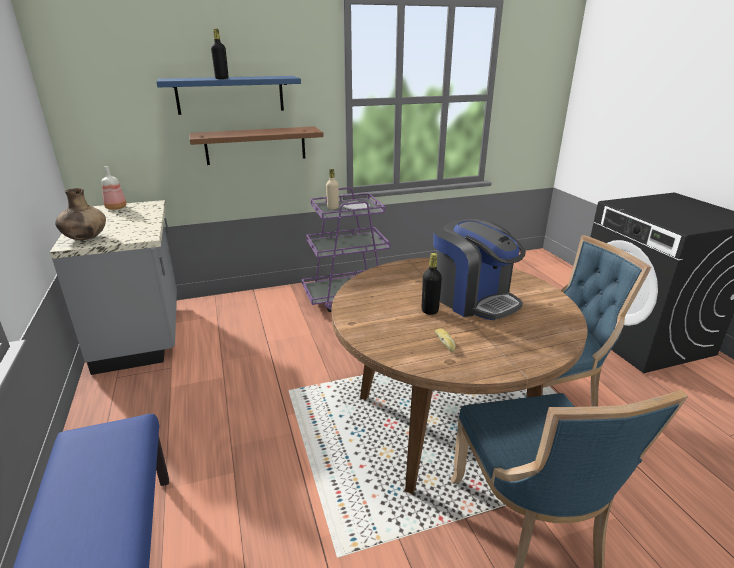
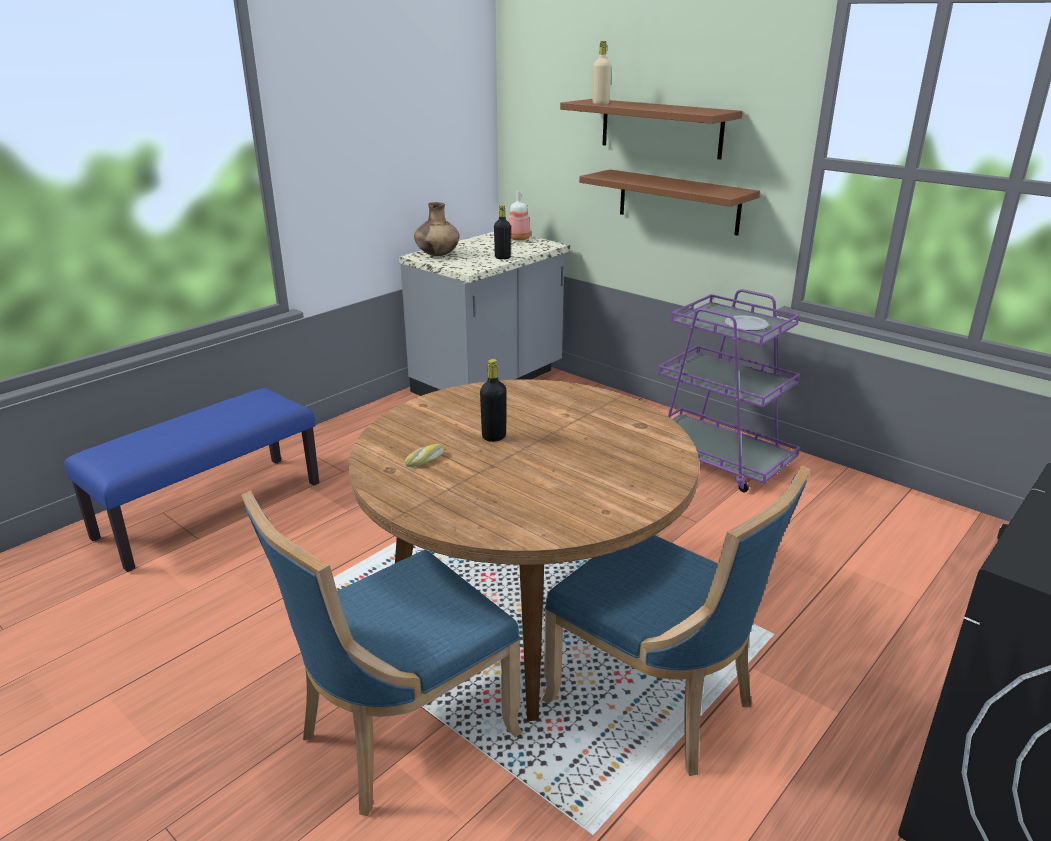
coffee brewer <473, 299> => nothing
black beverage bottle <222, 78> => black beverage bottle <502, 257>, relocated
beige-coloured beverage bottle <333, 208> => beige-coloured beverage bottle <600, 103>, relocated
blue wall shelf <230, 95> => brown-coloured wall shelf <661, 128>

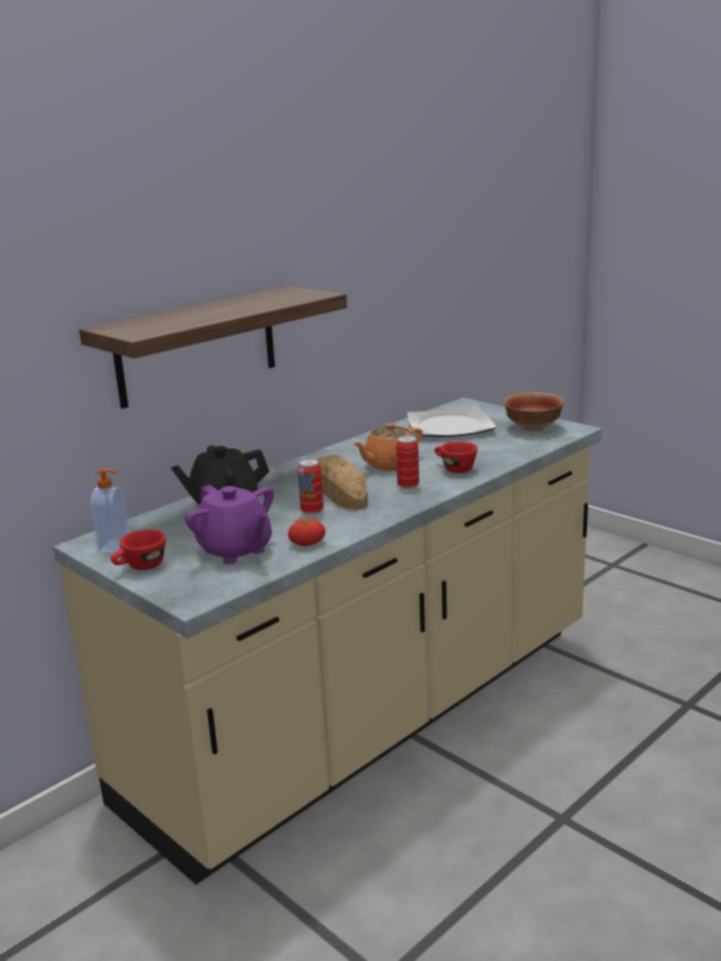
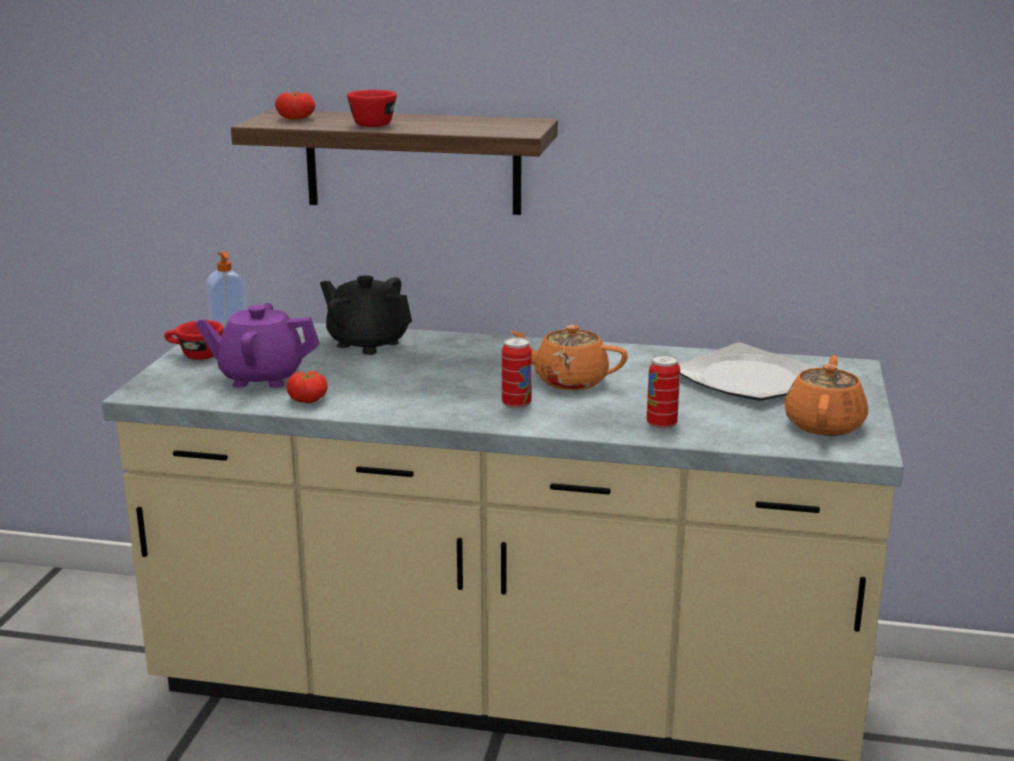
baked bread <339, 490> => nothing
nothing => tomato <297, 118>
metal can <312, 511> => metal can <661, 424>, relocated
red small cup <454, 468> => red small cup <374, 124>, relocated
bowl <534, 428> => orange-coloured teapot <824, 424>
purplish teapot <235, 551> => purplish teapot <261, 378>, 75 degrees clockwise

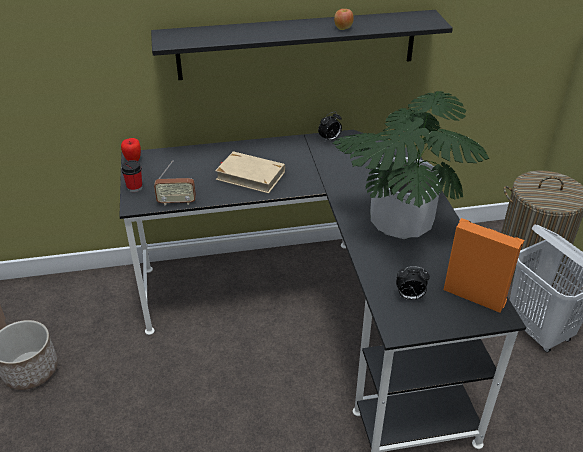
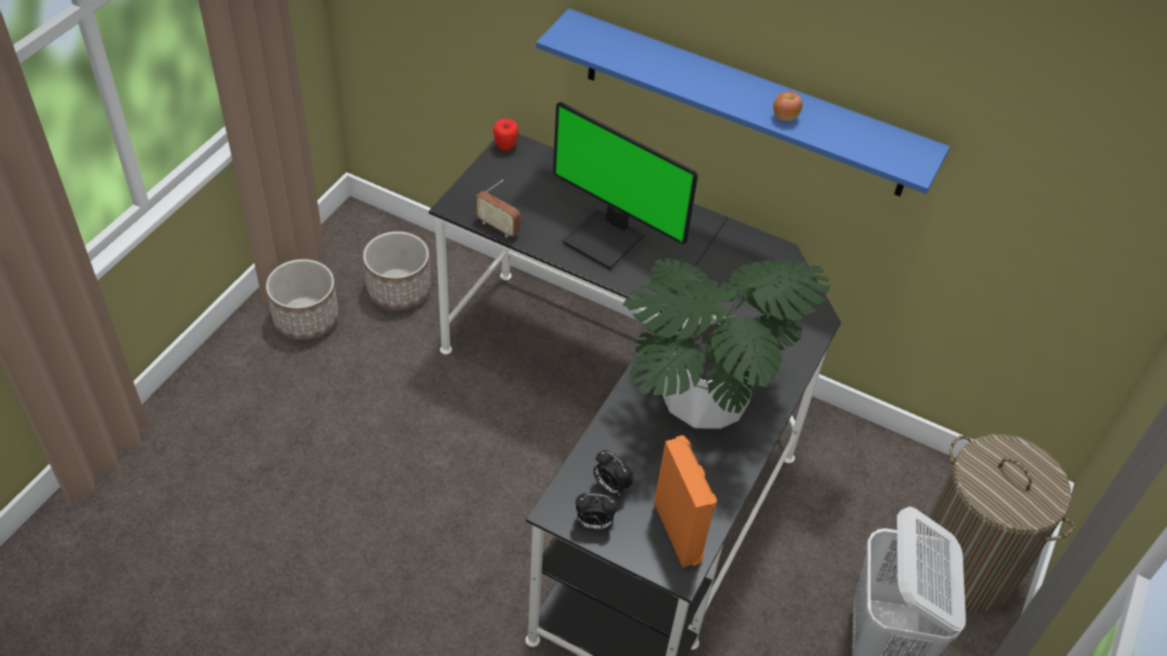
small cup <134, 187> => nothing
nothing => flower pot <398, 290>
bedside clock <330, 139> => bedside clock <594, 524>, relocated
beige-coloured bound book <250, 175> => computer display <606, 238>
black wall shelf <297, 45> => blue wall shelf <744, 104>

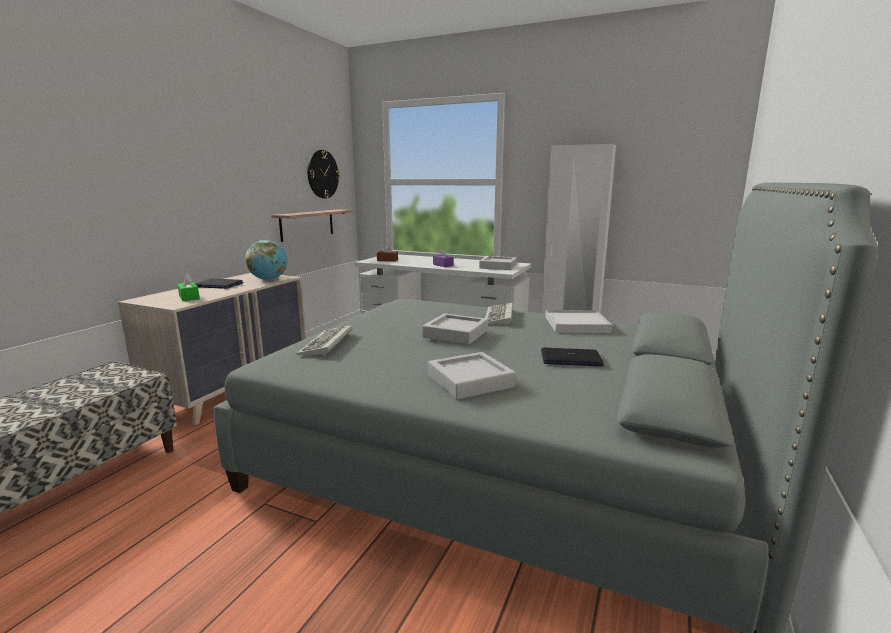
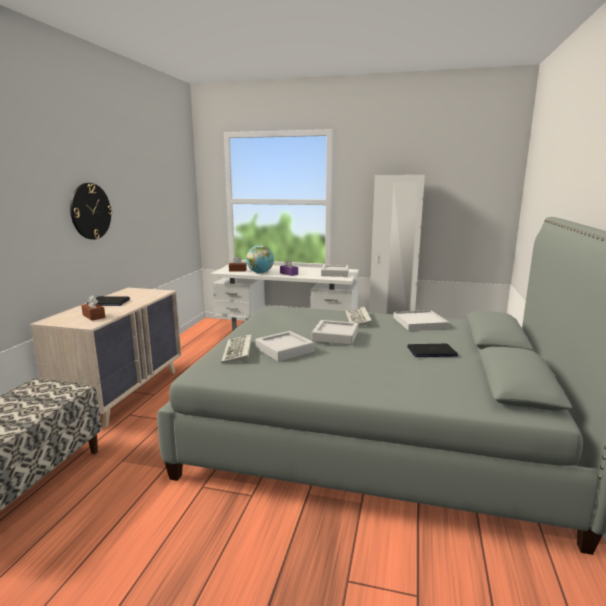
wall shelf <307, 224> => nothing
desk globe <268, 279> => desk globe <260, 273>, relocated
wall clock <322, 174> => wall clock <90, 211>, relocated
grey carrying tray <470, 381> => grey carrying tray <284, 350>, relocated
greenish tissue holder <189, 297> => brown-coloured tissue holder <94, 316>

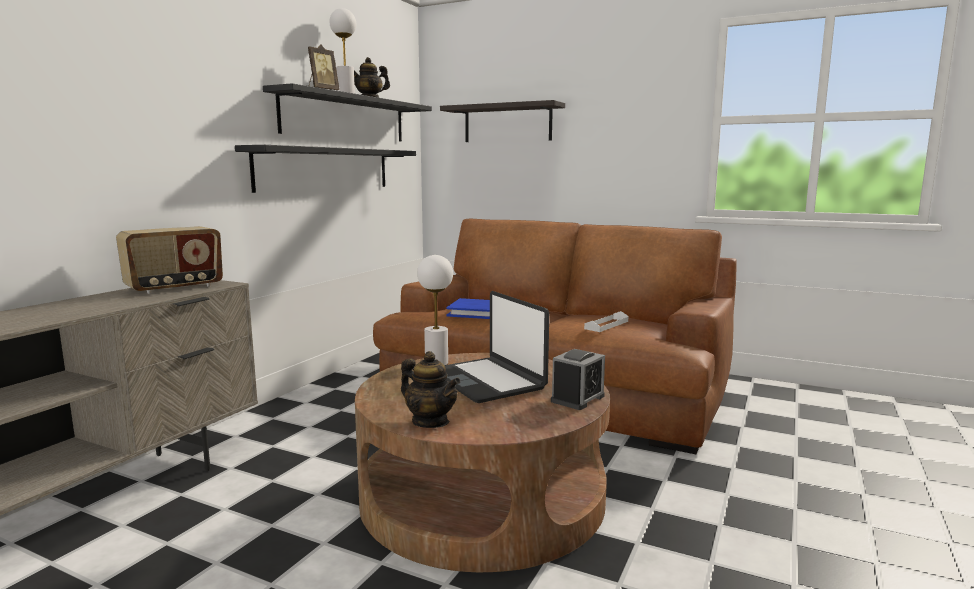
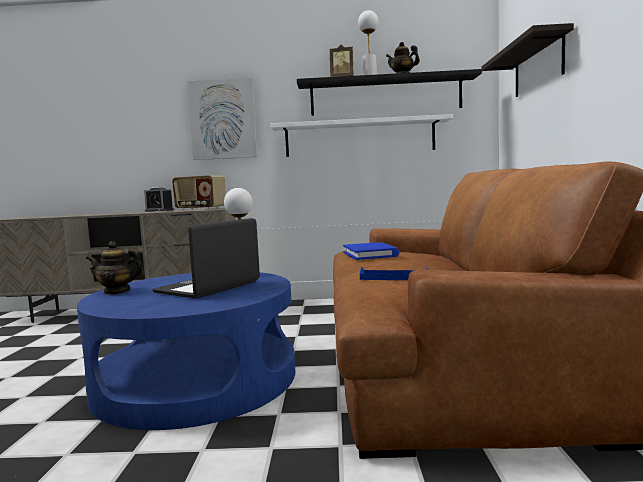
nothing => wall picture <223, 119>
bedside clock <577, 398> => bedside clock <159, 210>, relocated
black wall shelf <326, 169> => whitish wall shelf <359, 138>
brown-coloured coffee table <483, 495> => blue coffee table <197, 378>
whitish carrying tray <606, 325> => blue carrying tray <394, 278>
teapot <430, 422> => teapot <117, 291>, 75 degrees clockwise

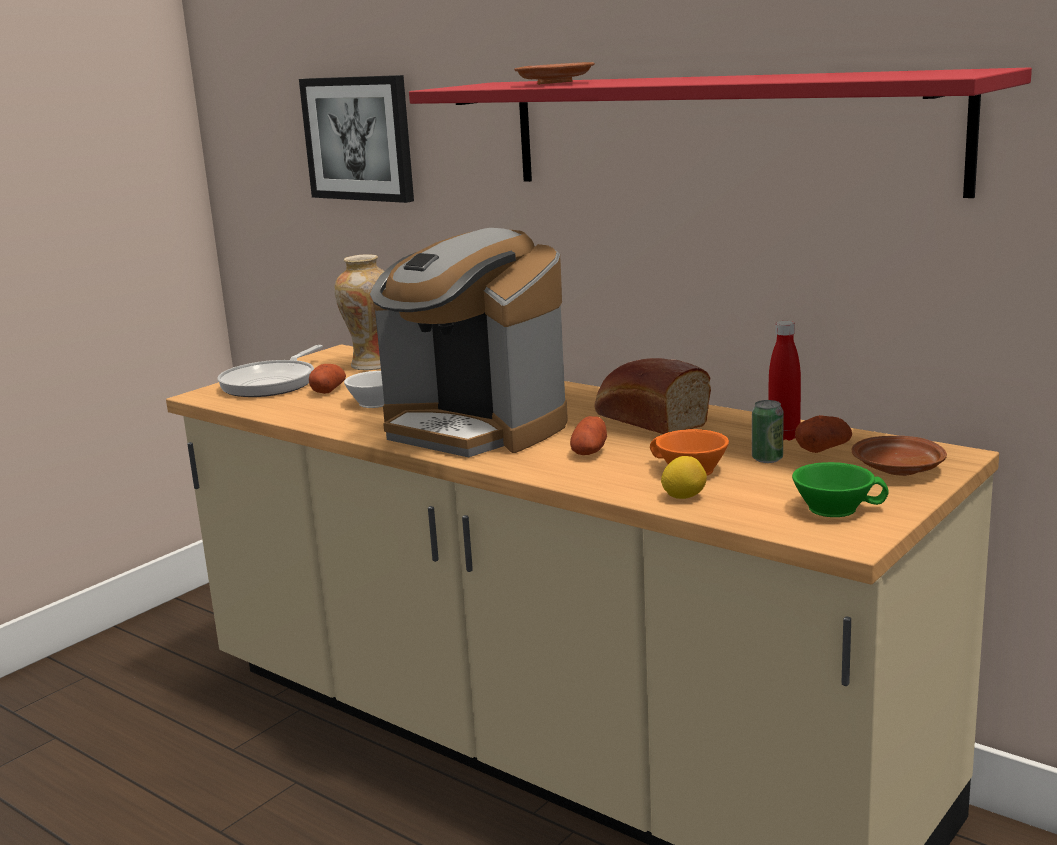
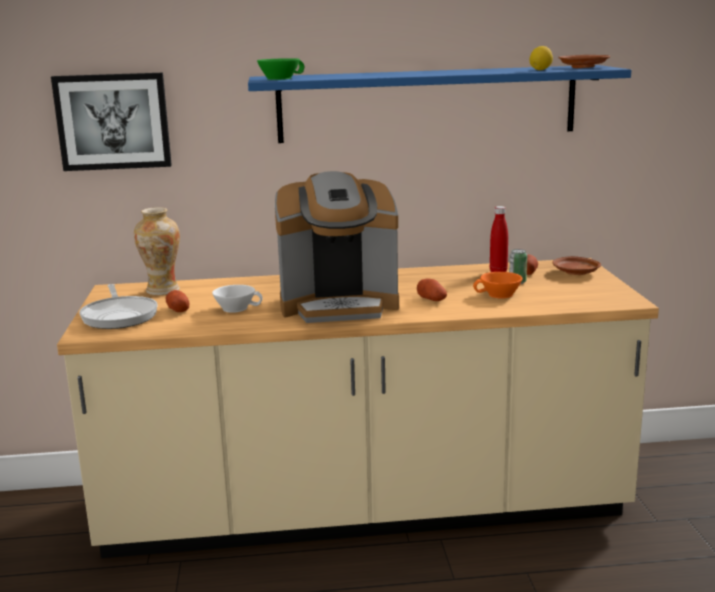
baked bread <647, 419> => nothing
brown-coloured dinner plate <555, 83> => brown-coloured dinner plate <583, 67>, relocated
lemon <684, 497> => lemon <540, 70>, relocated
greenish small cup <835, 507> => greenish small cup <279, 78>, relocated
red wall shelf <721, 132> => blue wall shelf <427, 104>

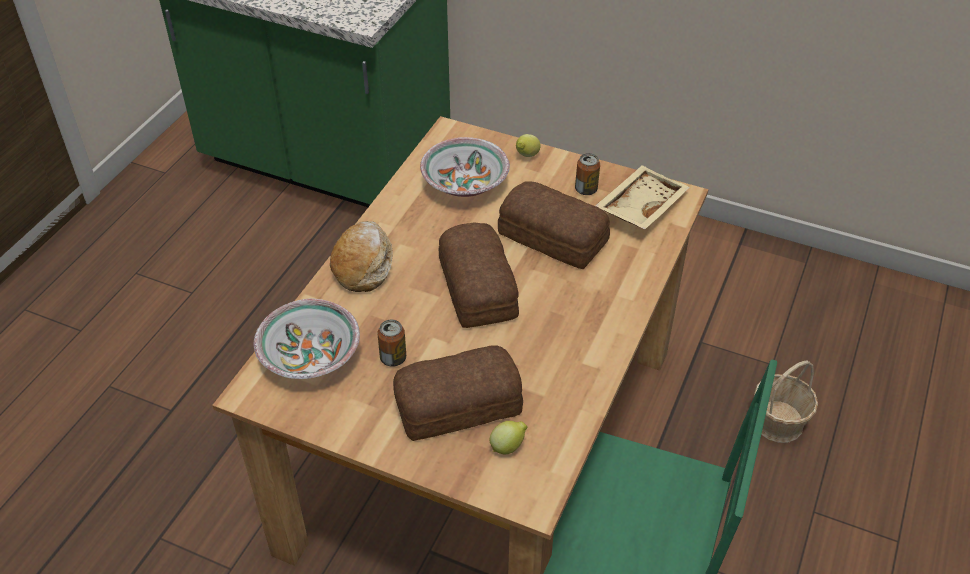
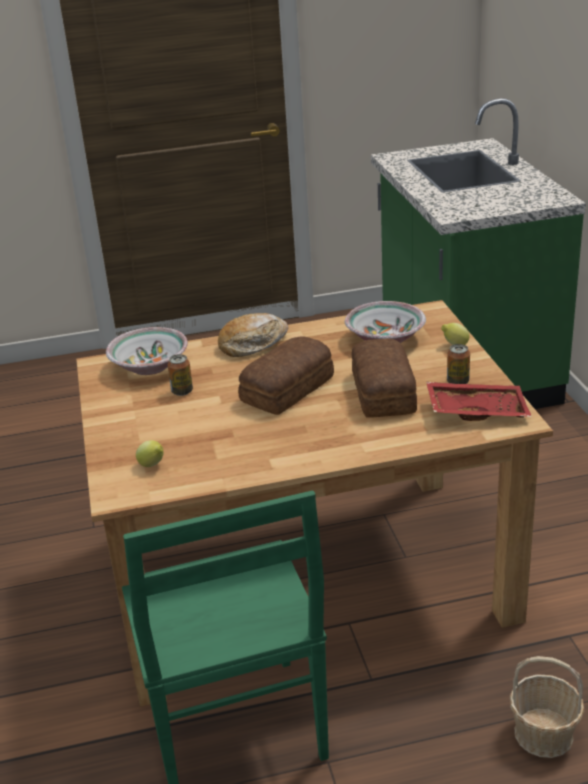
baked bread <455, 404> => nothing
beige-coloured carrying tray <639, 206> => red carrying tray <477, 410>

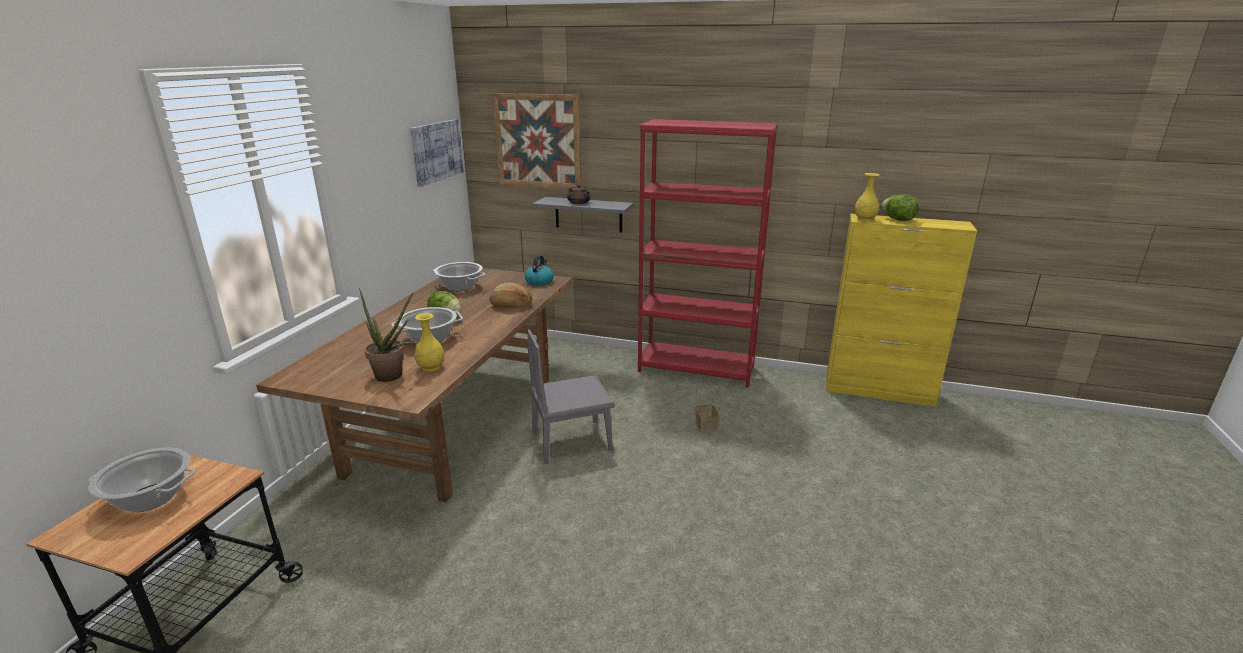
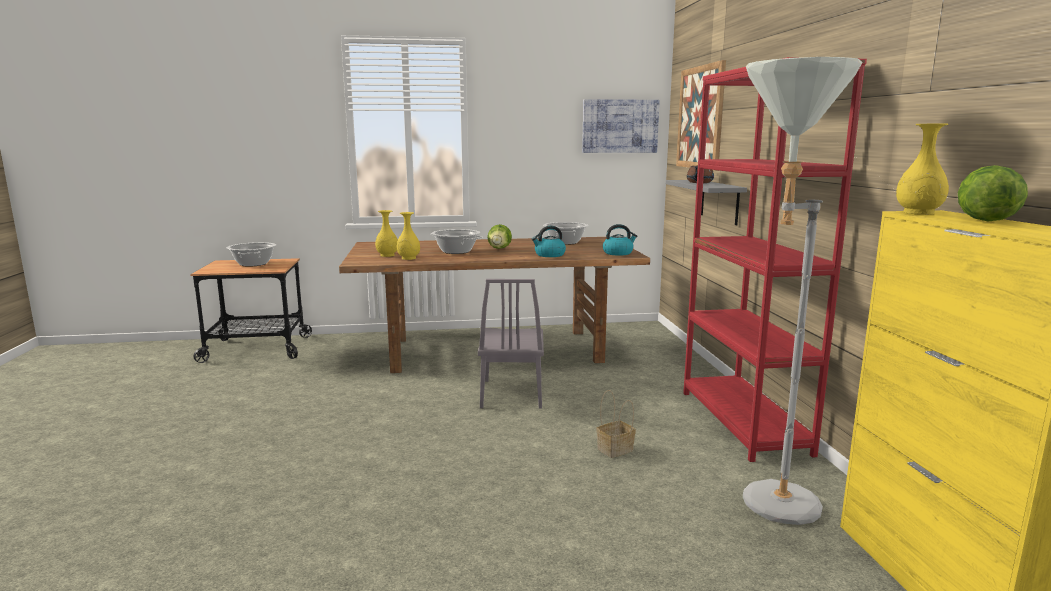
nothing => grey standing lamp <765, 504>
plant in a pot <393, 377> => yellow-coloured flower vase <387, 255>
baked bread <511, 305> => tea kettle <549, 255>
grey chair <572, 441> => grey chair <512, 393>, 135 degrees counterclockwise

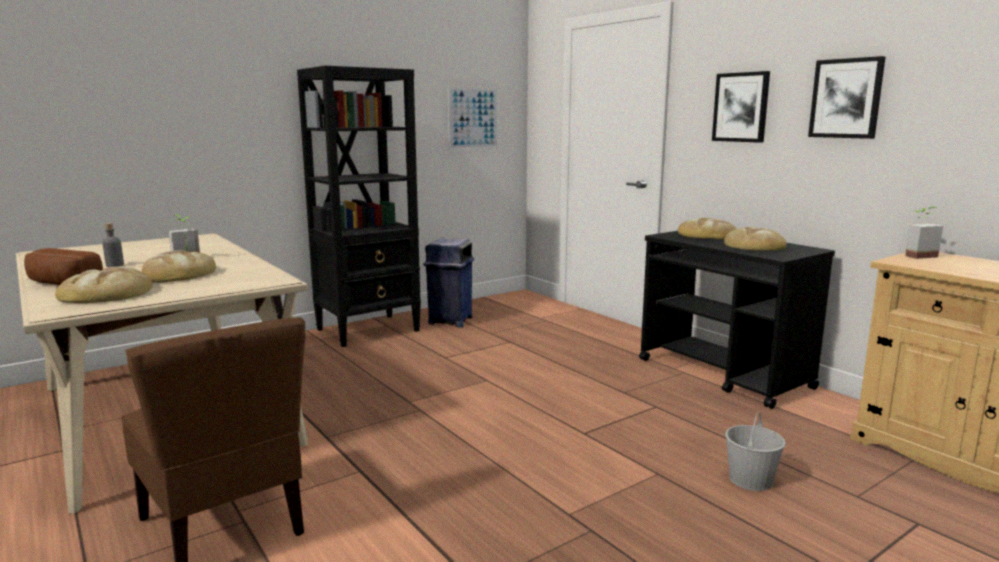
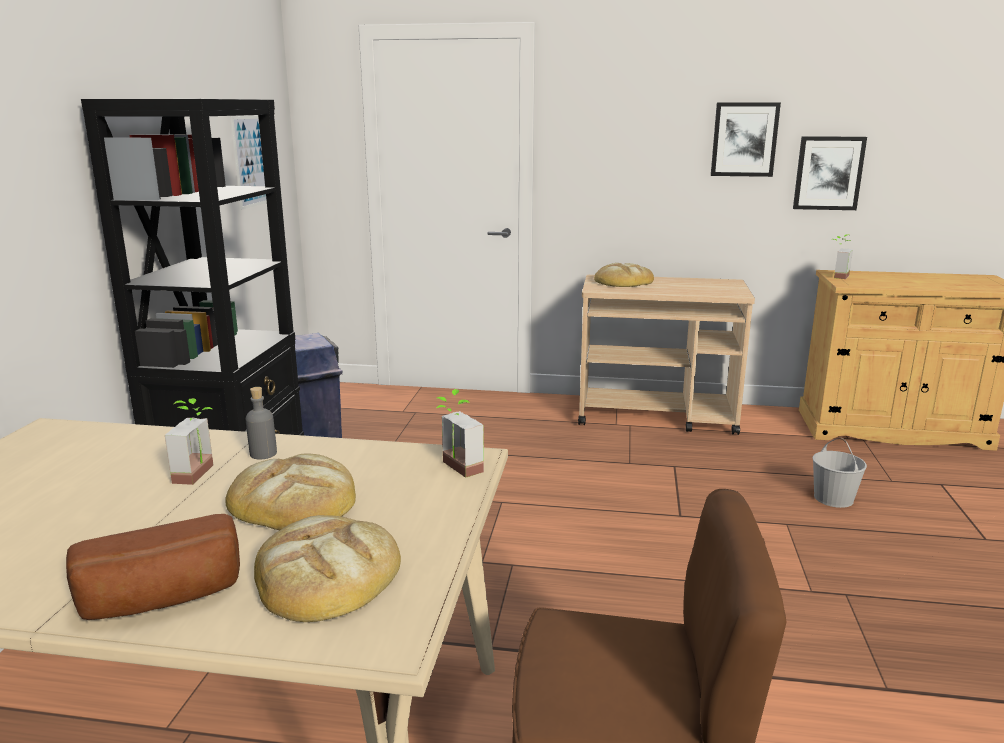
baked bread <754, 246> => nothing
nothing => plant in a pot <455, 469>
grey beverage bottle <115, 265> => grey beverage bottle <263, 454>, relocated
wall picture <741, 107> => wall picture <828, 173>, relocated
black cart <724, 374> => beige-coloured cart <657, 416>

